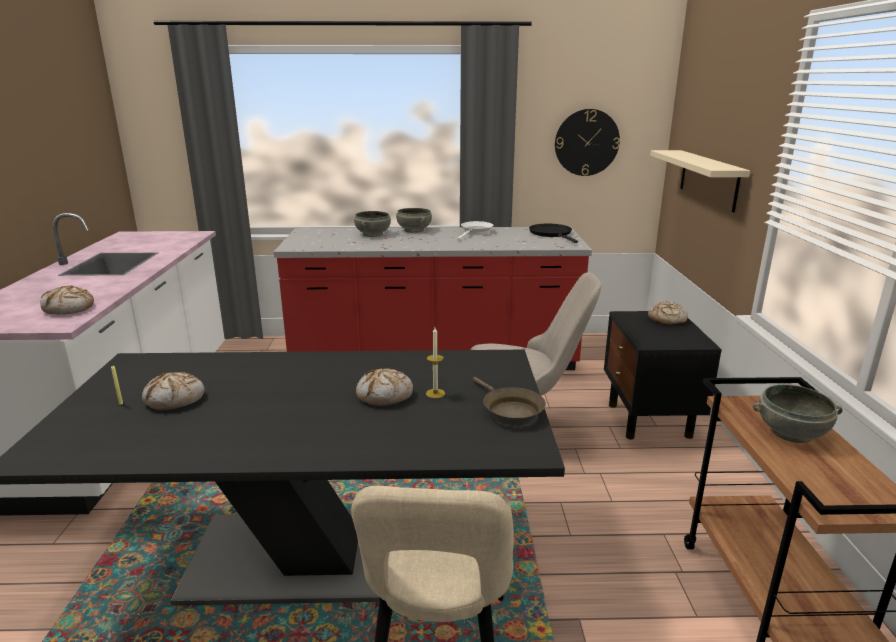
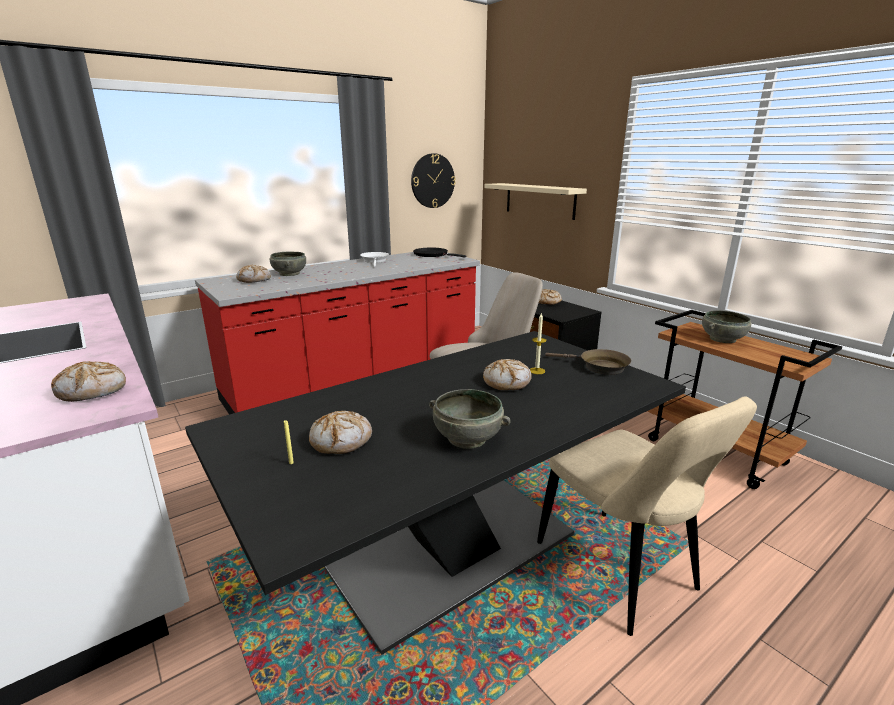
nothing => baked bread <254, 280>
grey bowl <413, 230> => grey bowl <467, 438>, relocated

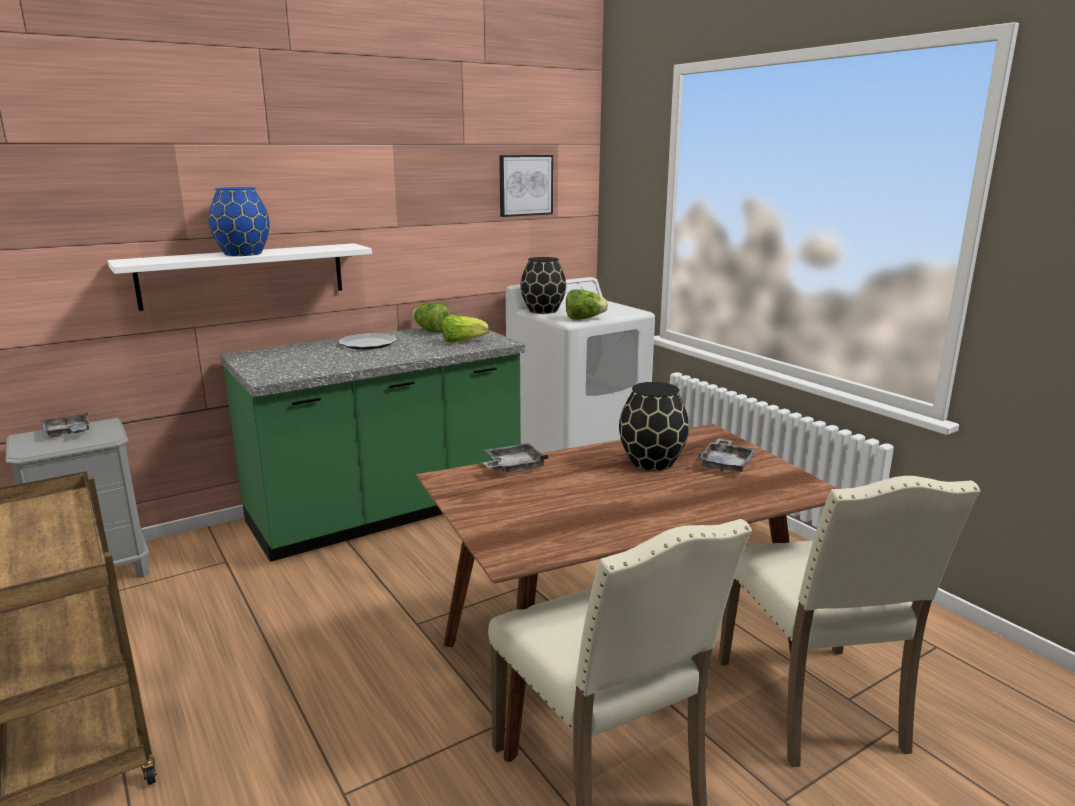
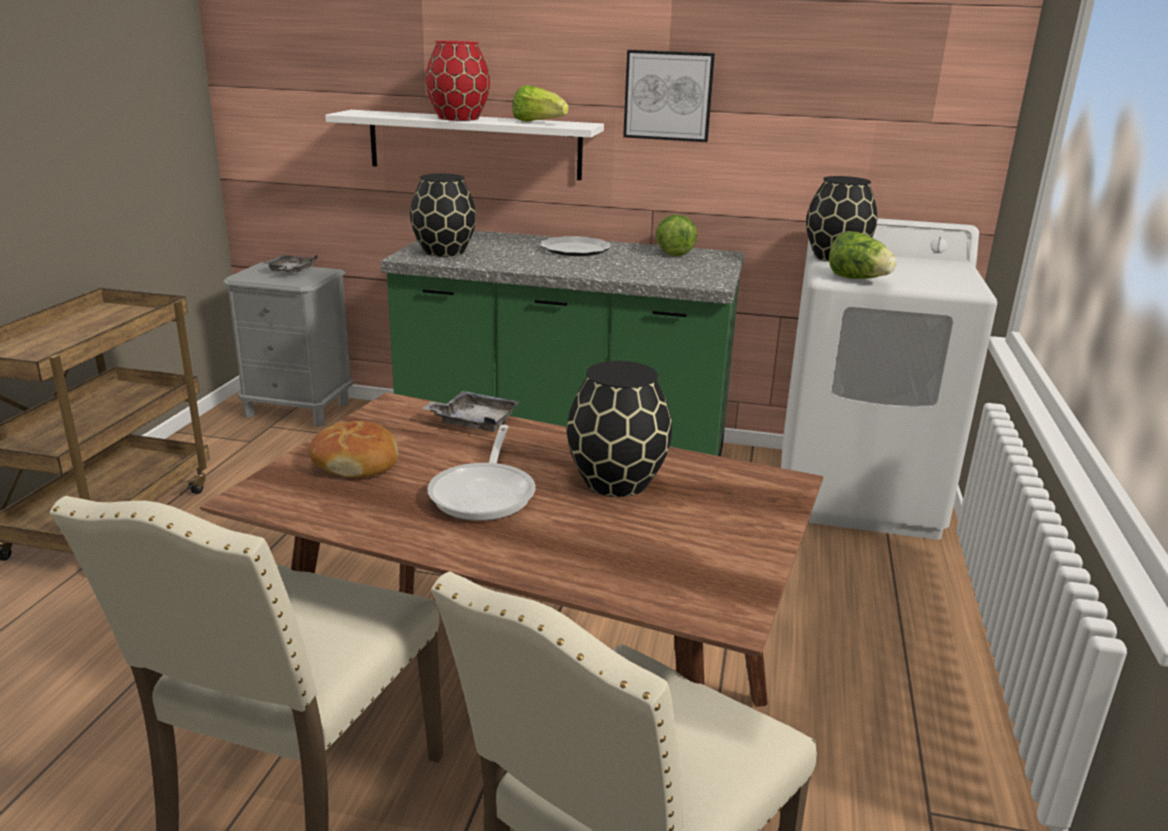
grey carrying tray <726, 464> => nothing
nothing => baked bread <356, 462>
nothing => black flower vase <445, 251>
nothing => frying pan <485, 493>
lettuce <462, 341> => lettuce <538, 122>, relocated
wall picture <525, 185> => wall picture <668, 95>, relocated
blue flower vase <244, 253> => red flower vase <459, 118>

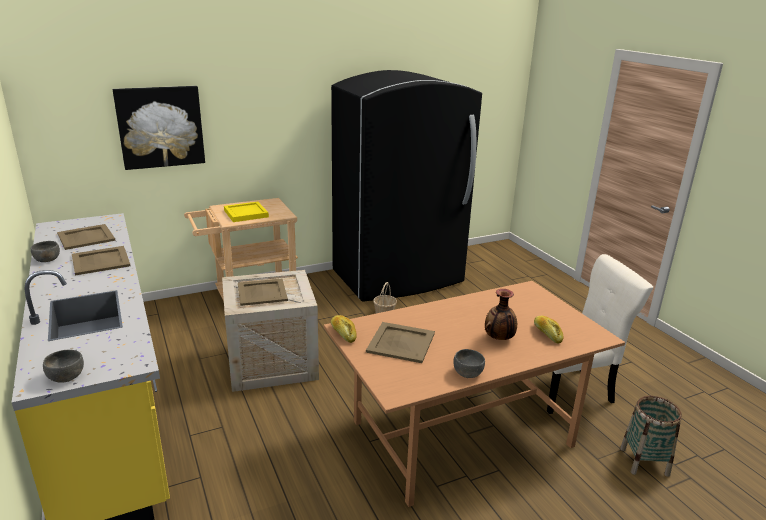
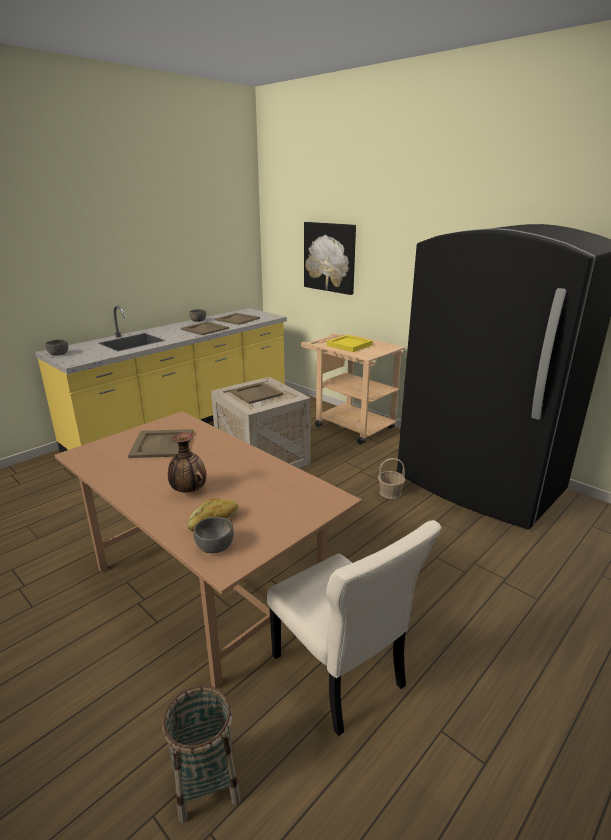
baked bread <343, 333> => nothing
grey bowl <467, 373> => grey bowl <215, 546>, relocated

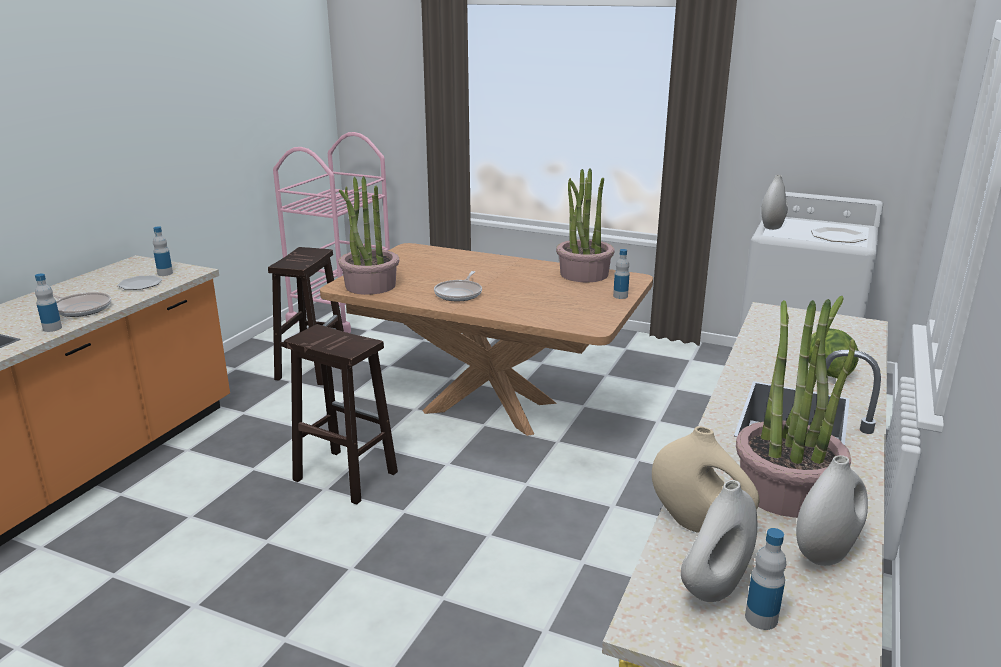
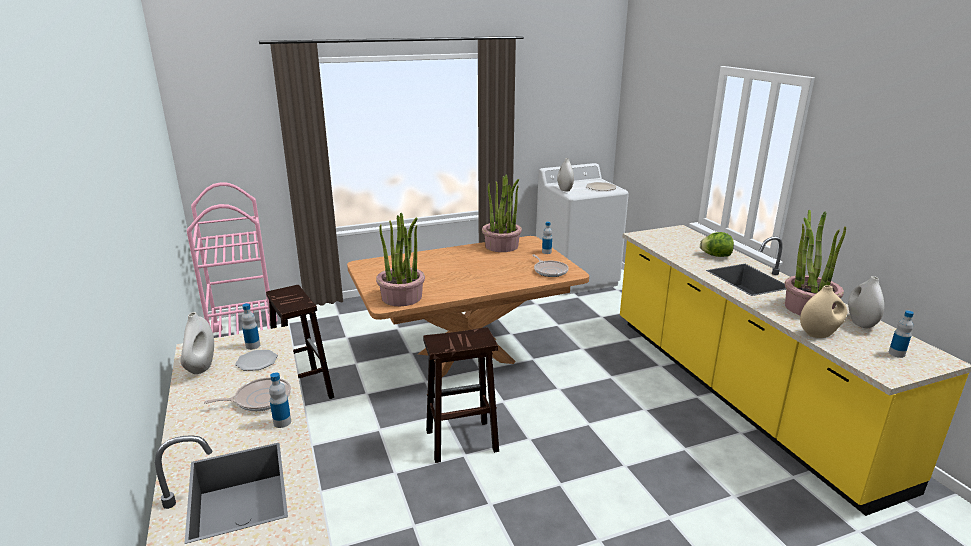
frying pan <459, 293> => frying pan <550, 271>, relocated
whitish flower vase <715, 587> => whitish flower vase <201, 367>, relocated

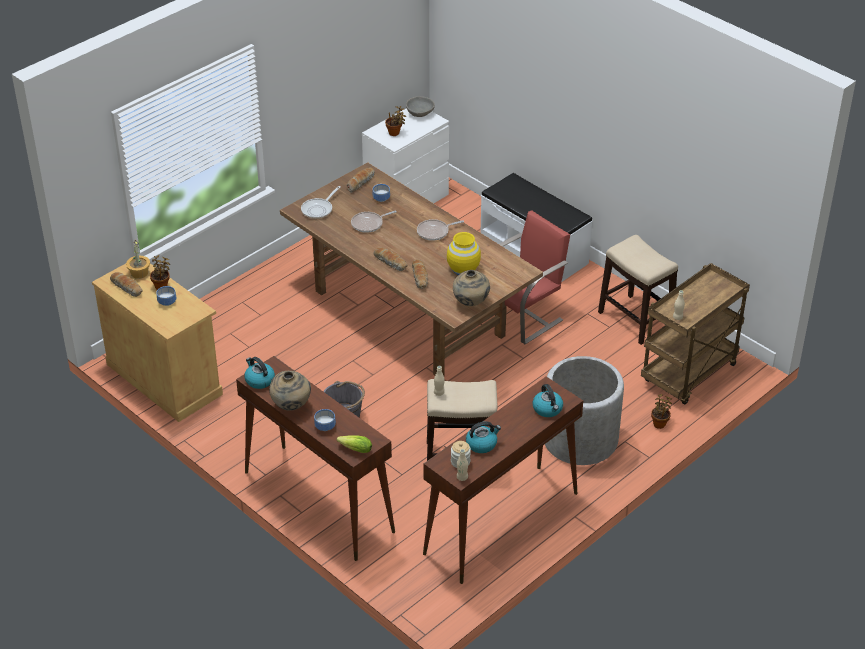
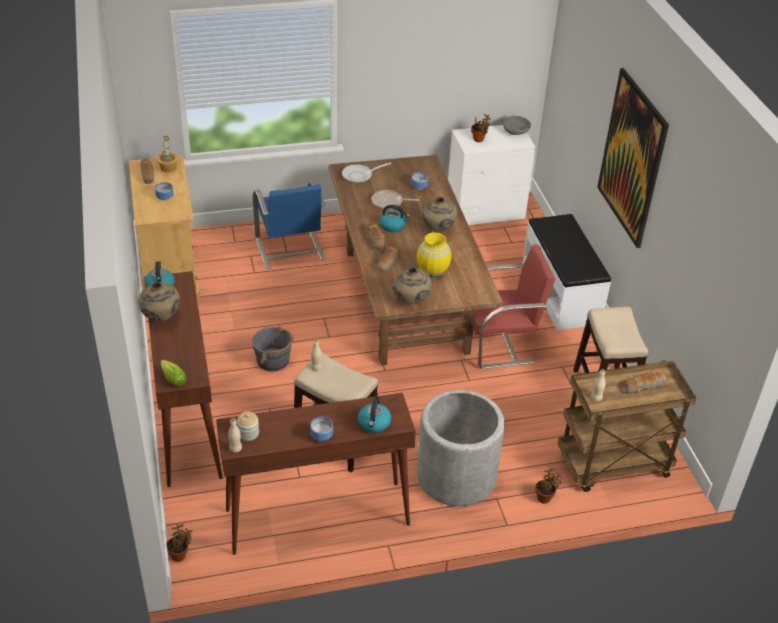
nothing => blue chair <290, 250>
nothing => wall picture <632, 158>
plant in a pot <161, 286> => plant in a pot <180, 555>, relocated
bowl <326, 426> => bowl <322, 435>, relocated
baked bread <360, 182> => baked bread <644, 385>, relocated
tea kettle <482, 444> => tea kettle <393, 226>, relocated
frying pan <435, 232> => beige-coloured flower vase <438, 230>

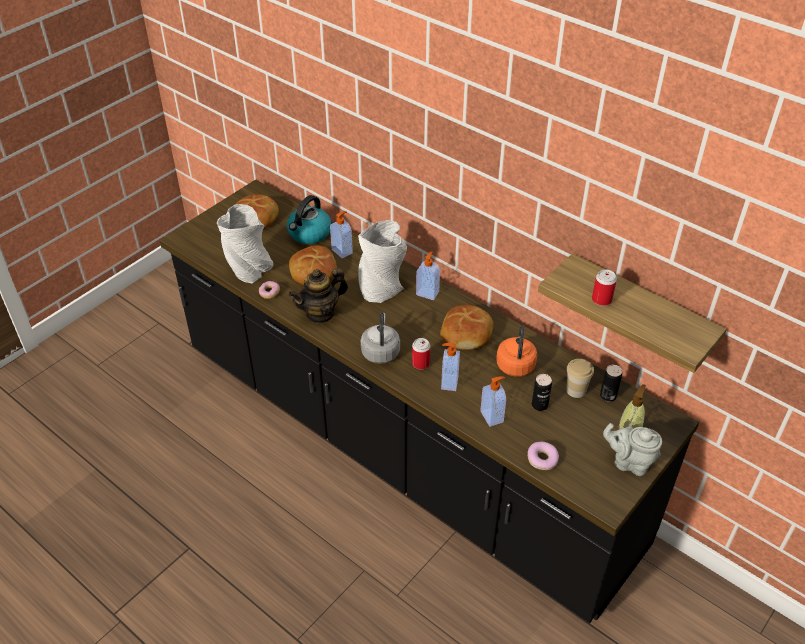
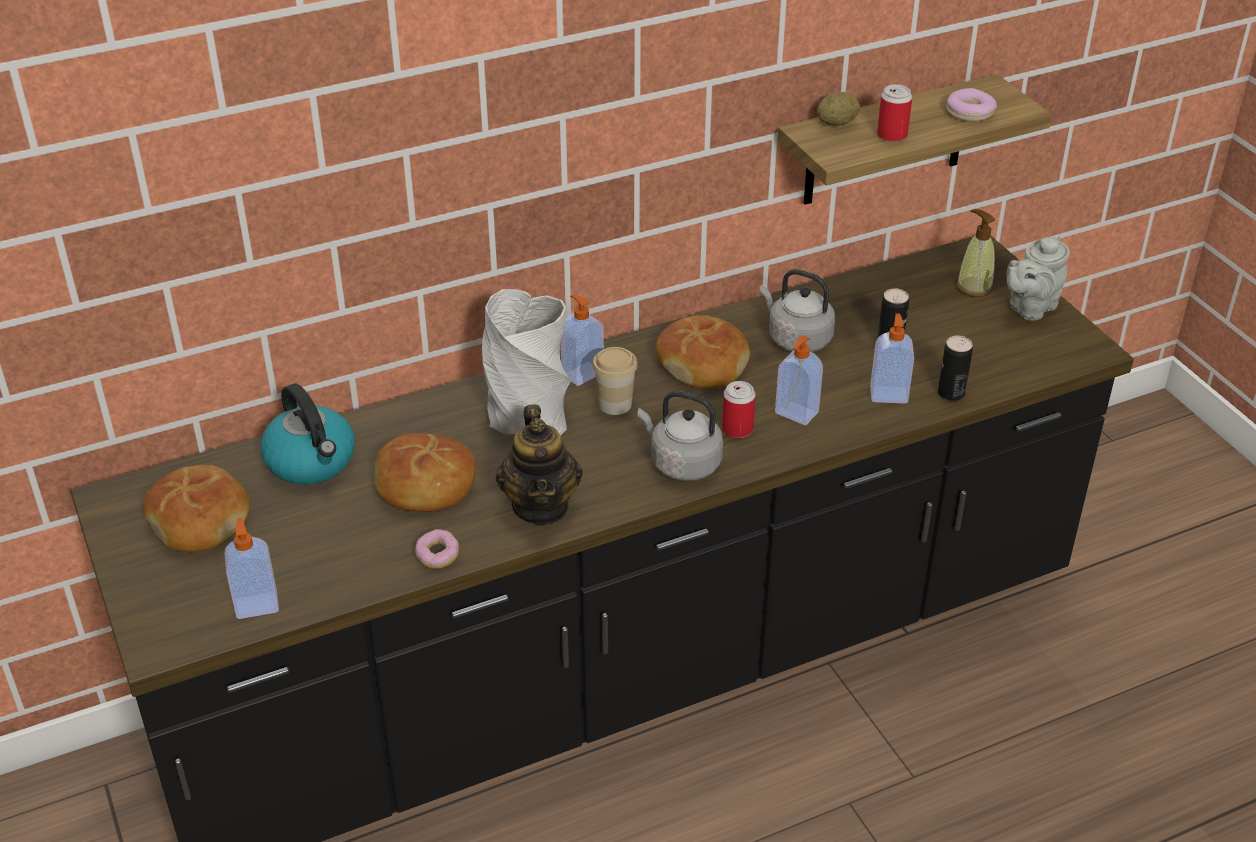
grey flower vase <249, 269> => nothing
nothing => potato <837, 123>
liquid soap bottle <342, 251> => liquid soap bottle <256, 604>, relocated
donut <542, 459> => donut <970, 113>, relocated
small cup <576, 390> => small cup <615, 404>, relocated
metal can <608, 395> => metal can <951, 393>, relocated
orange-coloured tea kettle <515, 364> => grey tea kettle <796, 339>

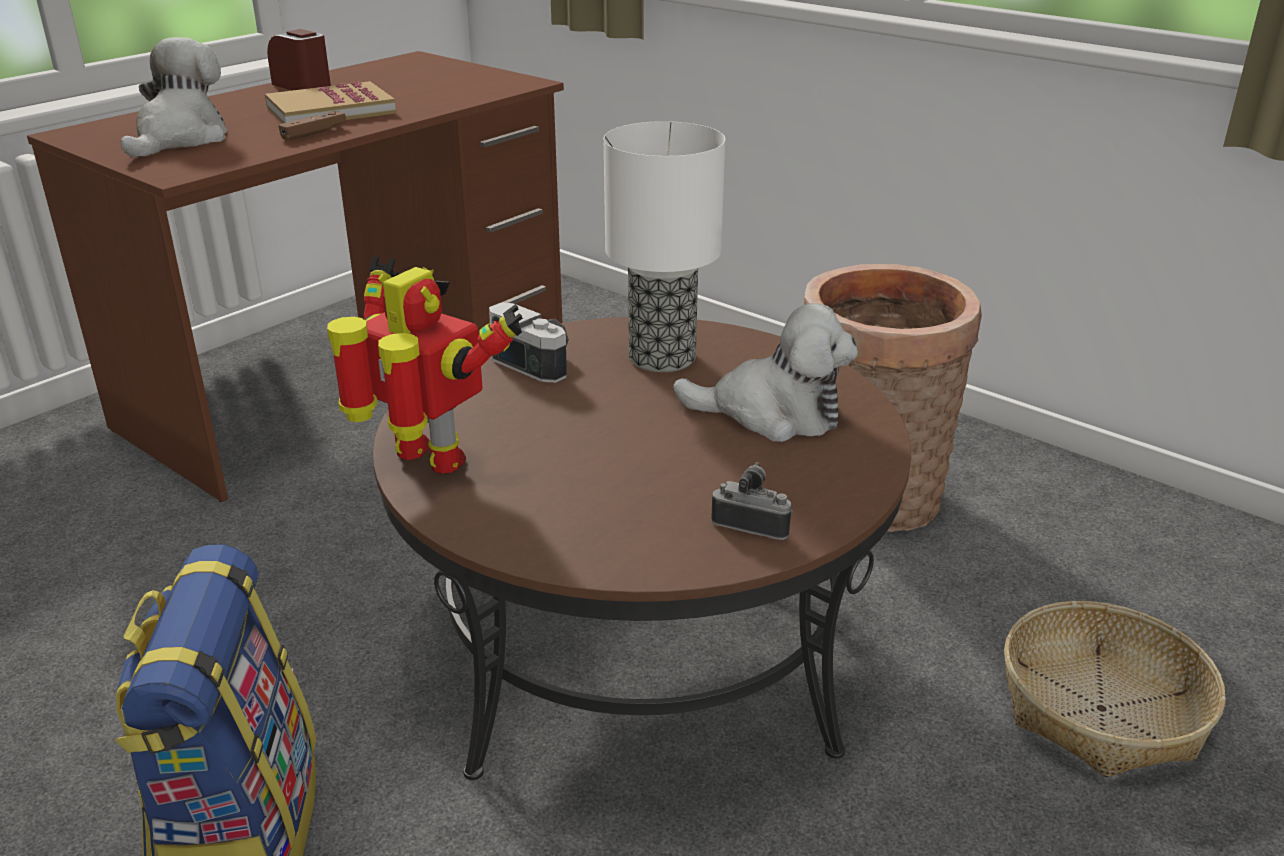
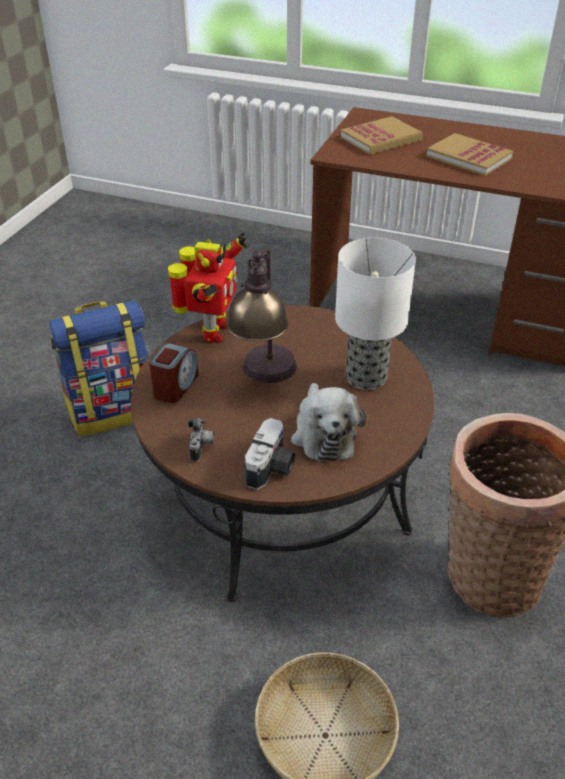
brown-coloured joypad <314, 133> => nothing
nothing => table lamp <265, 379>
bedside clock <303, 86> => bedside clock <175, 386>, relocated
still camera <537, 362> => still camera <272, 469>, relocated
plush toy <180, 139> => bound book <381, 139>

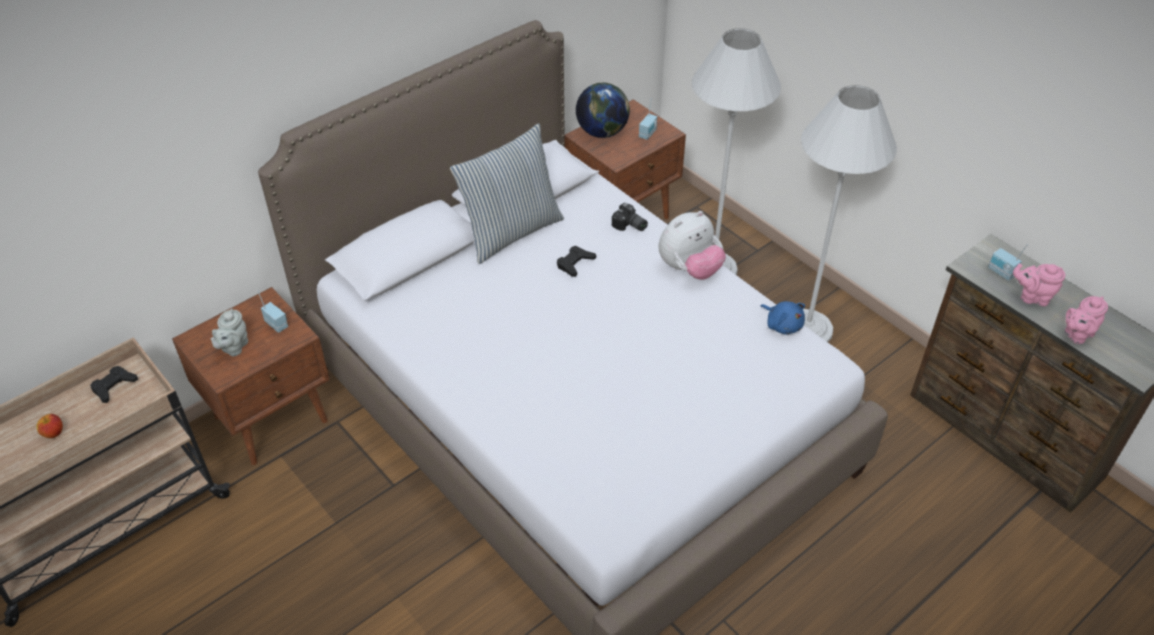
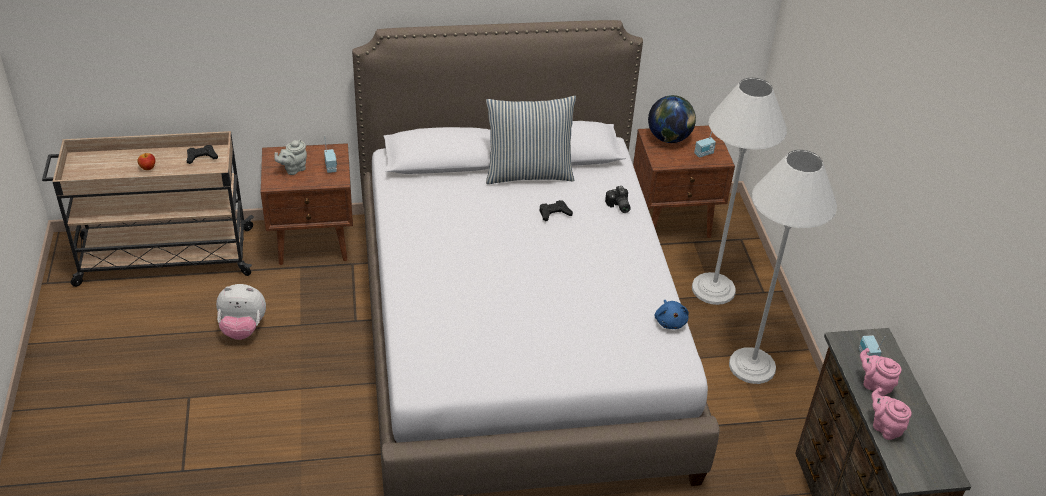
plush toy <689, 269> => plush toy <243, 329>, relocated
pinkish teapot <1076, 334> => pinkish teapot <885, 428>, 60 degrees clockwise

